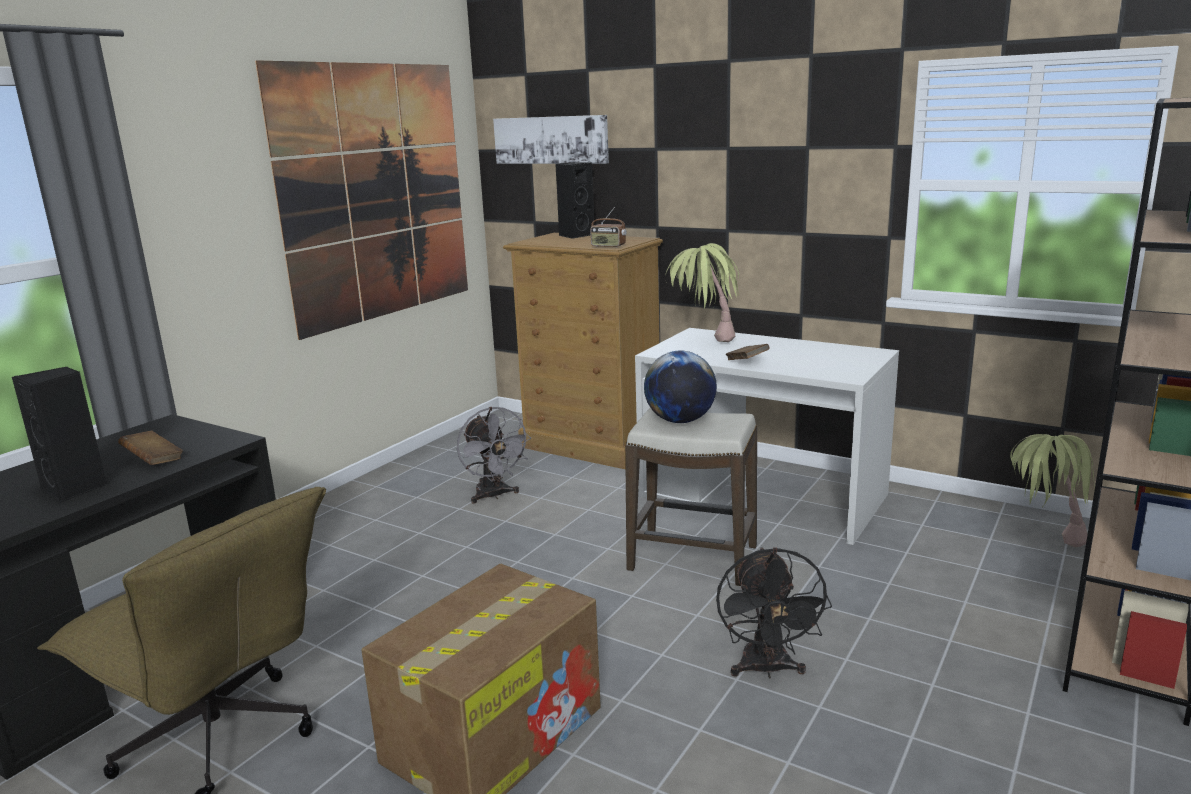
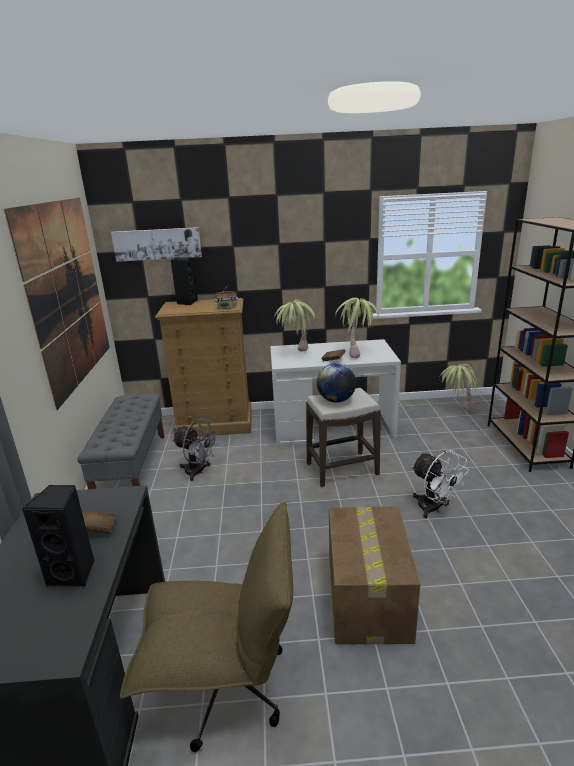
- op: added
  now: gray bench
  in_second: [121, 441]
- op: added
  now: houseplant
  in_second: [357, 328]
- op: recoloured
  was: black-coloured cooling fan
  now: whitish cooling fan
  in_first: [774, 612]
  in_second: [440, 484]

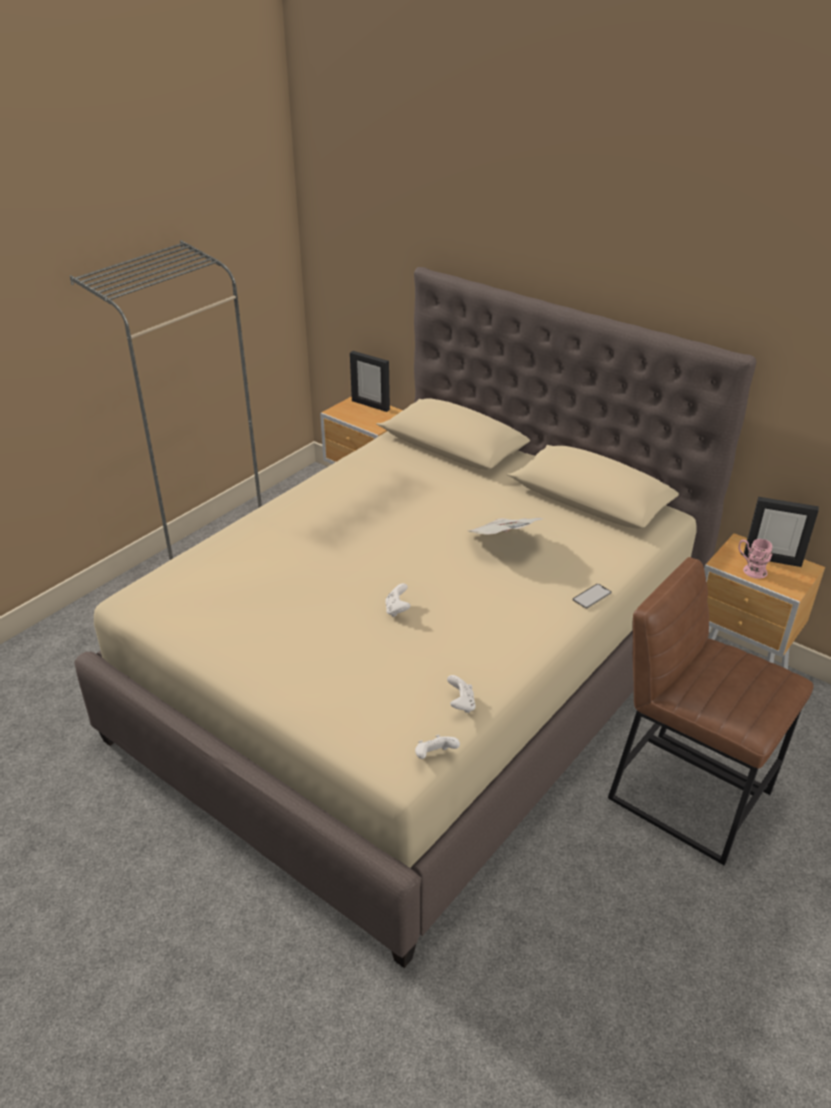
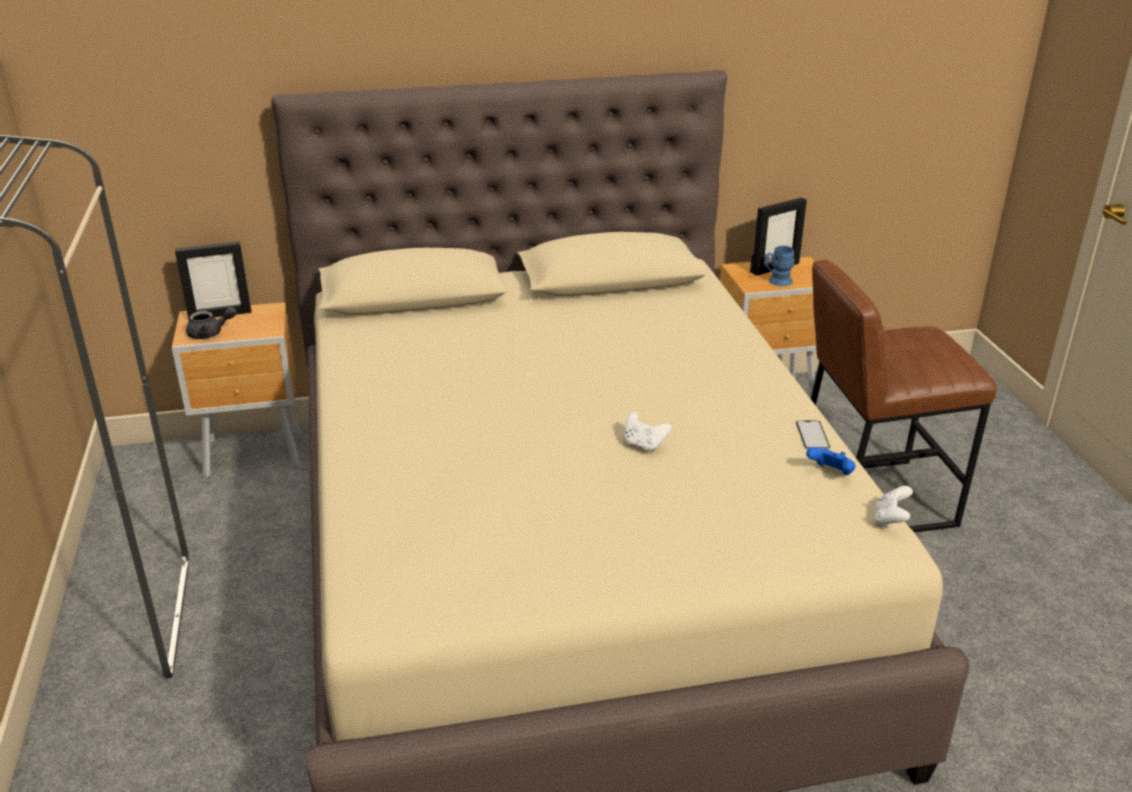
- op: removed
  was: daily paper
  in_first: [504, 526]
- op: added
  now: gray tea pot
  in_second: [211, 323]
- op: moved
  was: telephone
  in_first: [592, 596]
  in_second: [813, 435]
- op: recoloured
  was: whitish joypad
  now: blue-coloured joypad
  in_first: [461, 694]
  in_second: [831, 461]
- op: recoloured
  was: pink coffee mug
  now: blue-coloured coffee mug
  in_first: [755, 559]
  in_second: [780, 266]

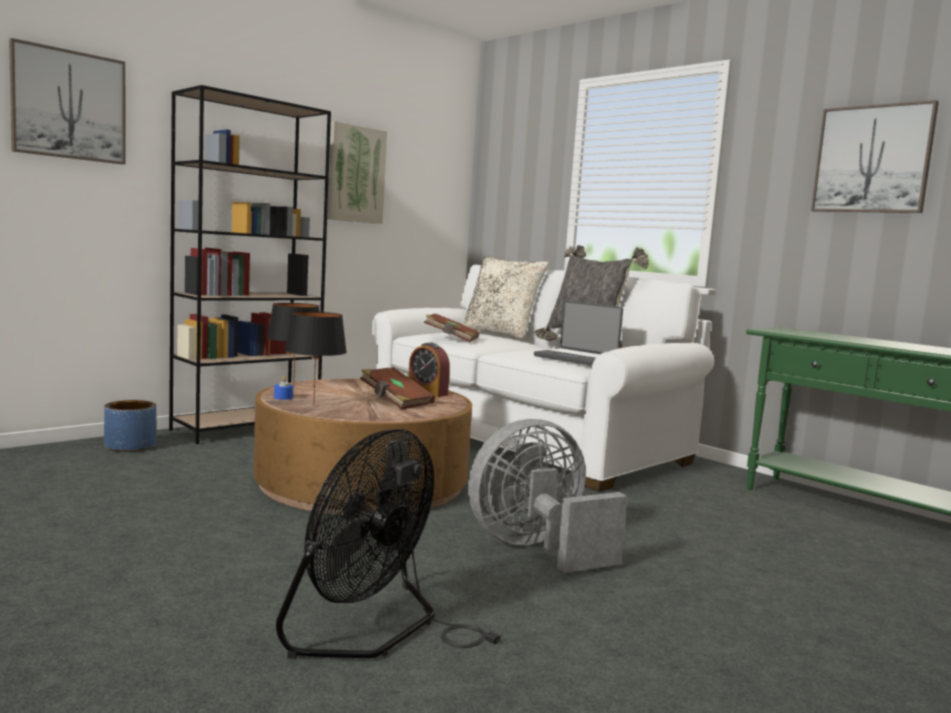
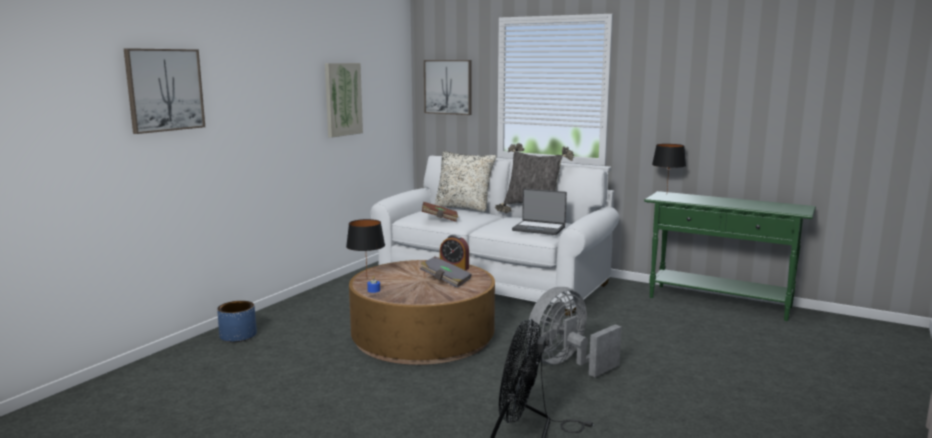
- op: removed
  was: beige-coloured shelving unit
  in_first: [250, 264]
- op: moved
  was: black-coloured table lamp
  in_first: [315, 358]
  in_second: [669, 166]
- op: moved
  was: wall picture
  in_first: [875, 156]
  in_second: [448, 87]
- op: recoloured
  was: brown bound book
  now: gray bound book
  in_first: [397, 388]
  in_second: [446, 272]

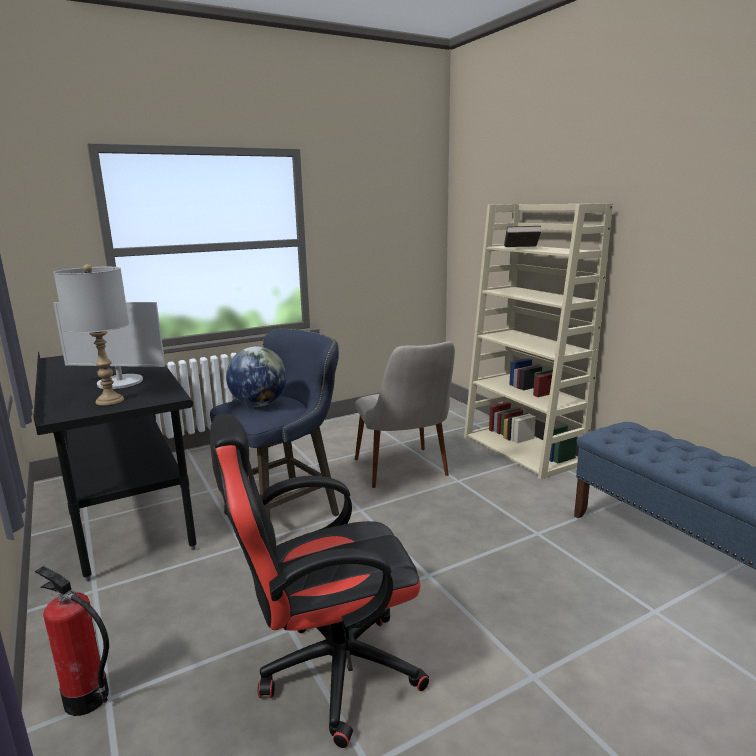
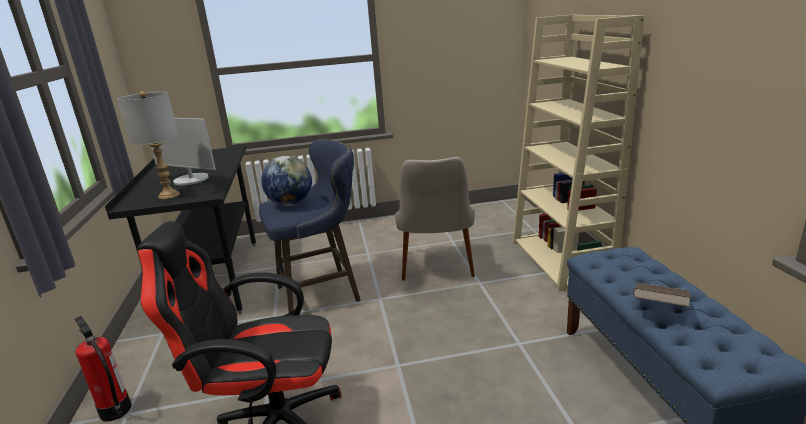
- op: moved
  was: brown bound book
  in_first: [522, 236]
  in_second: [662, 295]

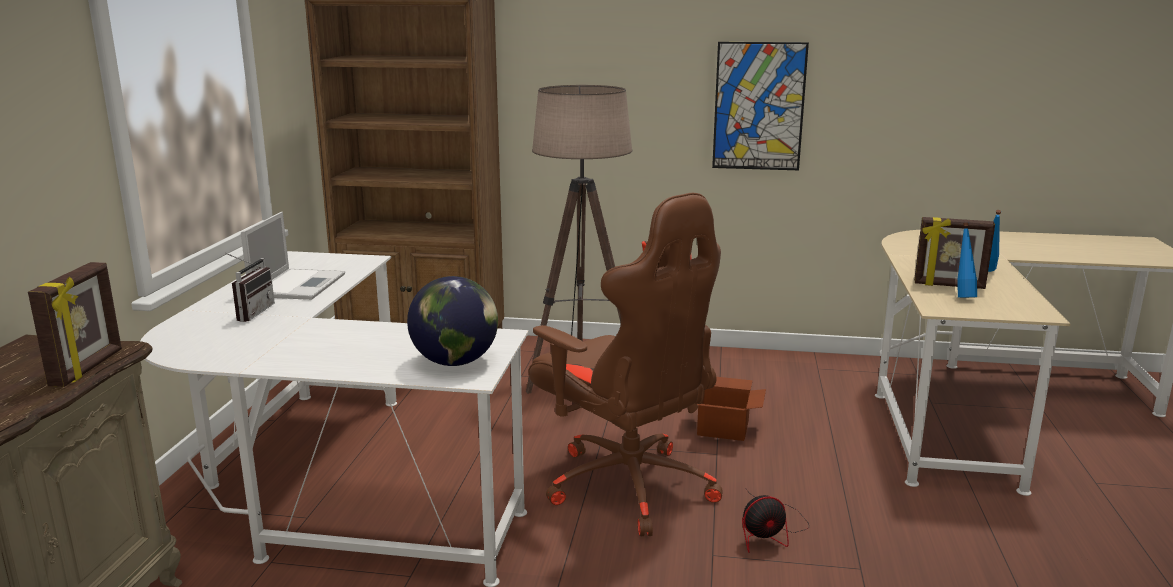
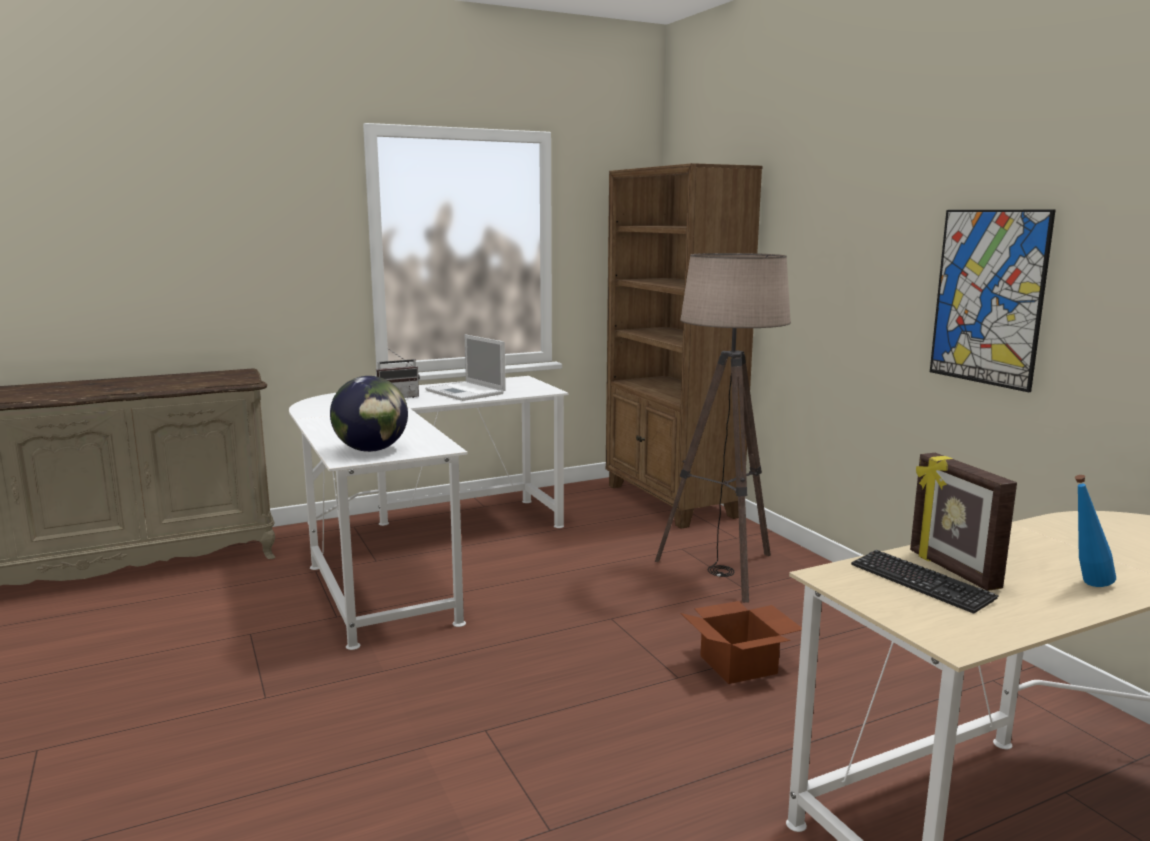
- op: removed
  was: photo frame
  in_first: [75, 324]
- op: removed
  was: brown office chair
  in_first: [625, 364]
- op: removed
  was: cooling fan
  in_first: [775, 520]
- op: replaced
  was: blue-coloured beverage bottle
  now: PC keyboard
  in_first: [967, 260]
  in_second: [925, 582]
- op: turned
  was: laptop
  in_first: [293, 256]
  in_second: [465, 367]
  clockwise: 75

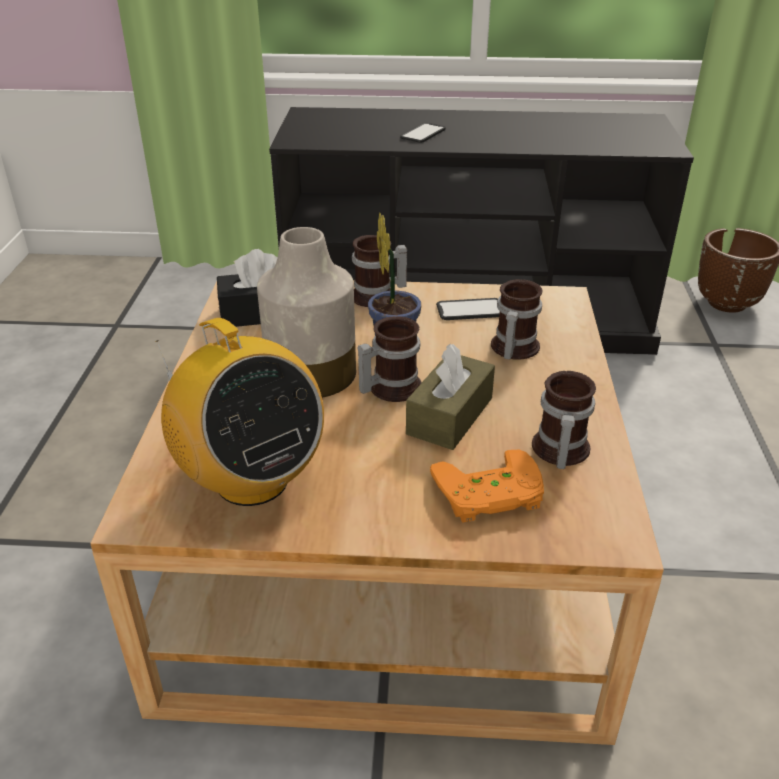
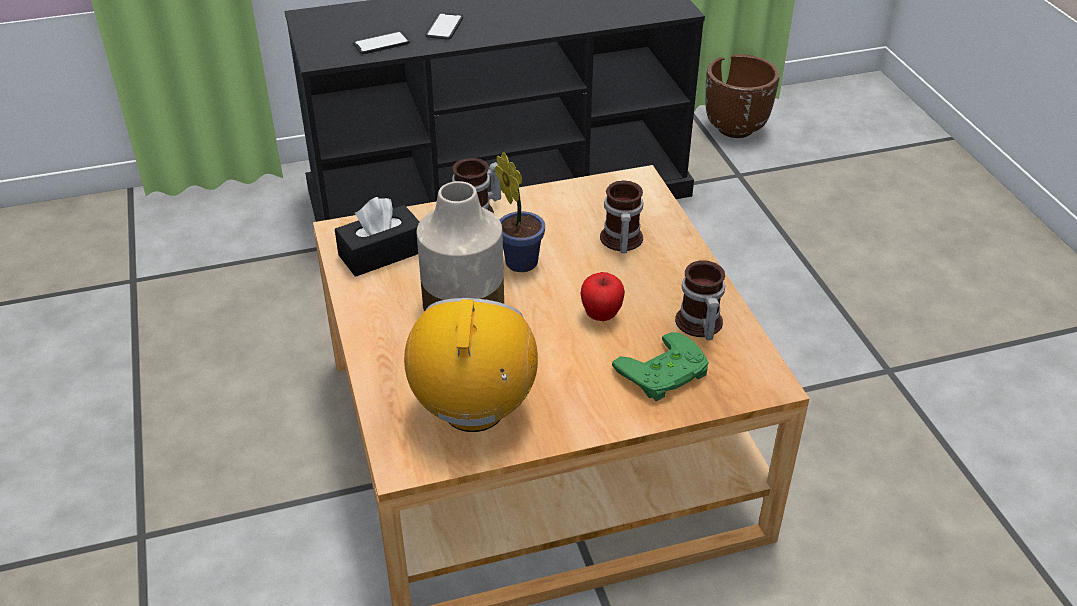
- op: removed
  was: coffee mug
  in_first: [389, 359]
- op: moved
  was: telephone
  in_first: [468, 309]
  in_second: [381, 42]
- op: replaced
  was: brown tissue holder
  now: whole apple
  in_first: [450, 397]
  in_second: [603, 296]
- op: recoloured
  was: orangey joypad
  now: green joypad
  in_first: [487, 486]
  in_second: [660, 366]
- op: turned
  was: radio set
  in_first: [239, 412]
  in_second: [471, 365]
  clockwise: -120

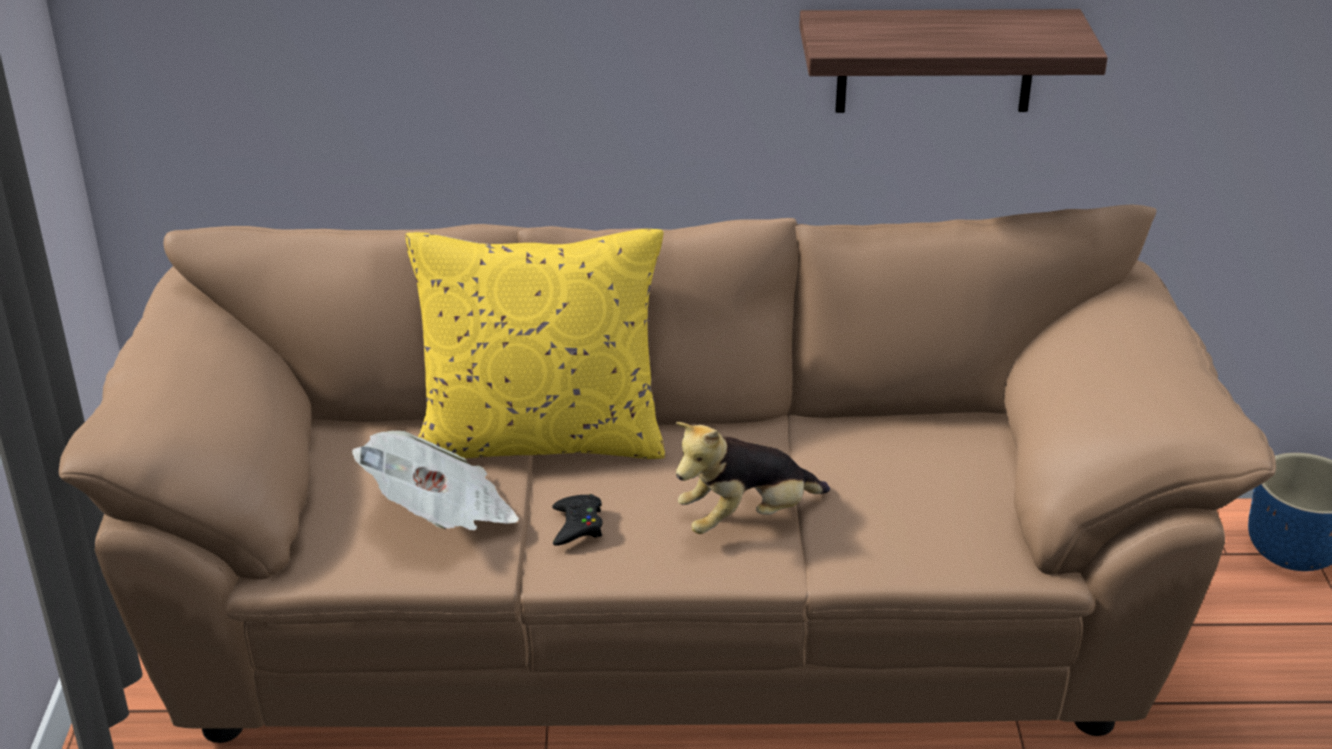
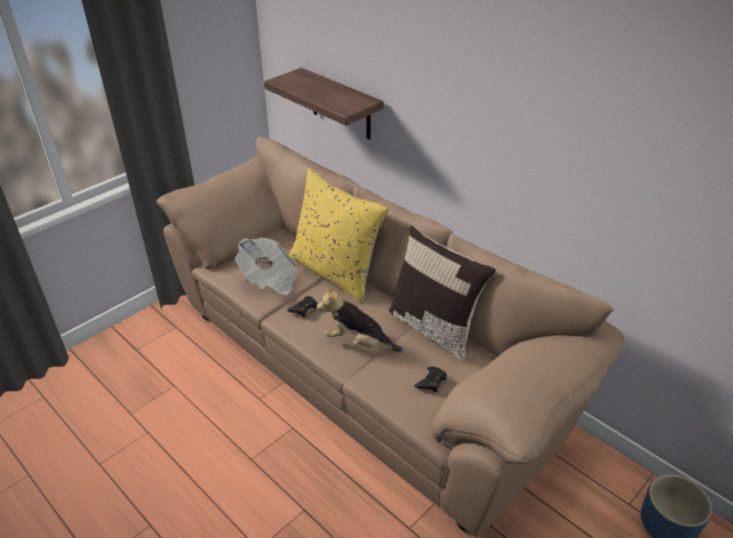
- op: added
  now: cushion
  in_second: [442, 293]
- op: added
  now: black-coloured joypad
  in_second: [430, 379]
- op: moved
  was: wall shelf
  in_first: [953, 61]
  in_second: [323, 104]

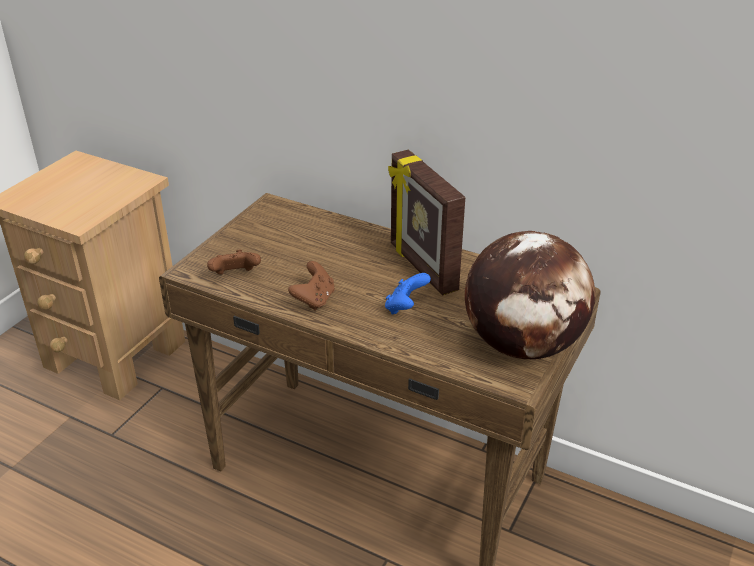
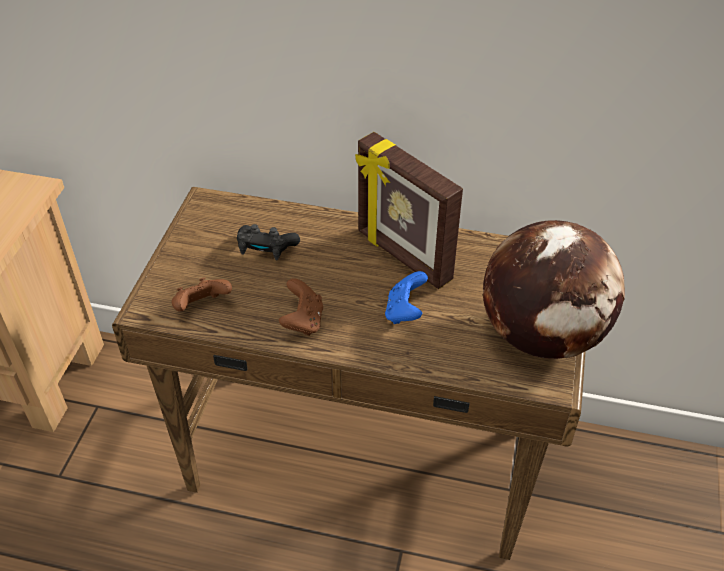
- op: added
  now: black-coloured joypad
  in_second: [268, 242]

